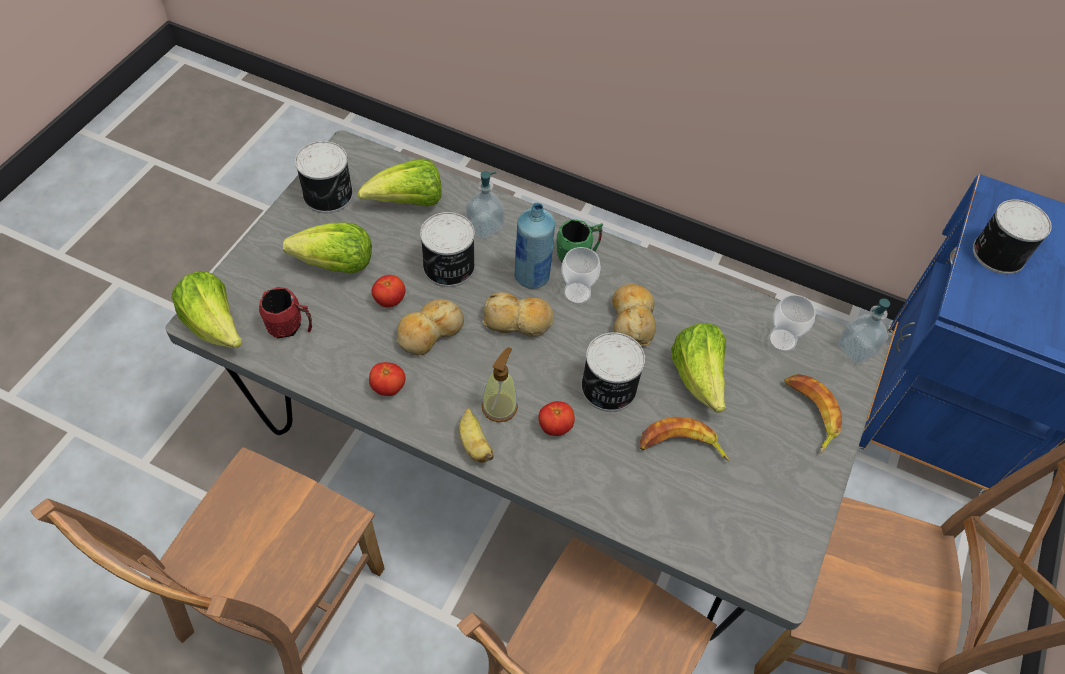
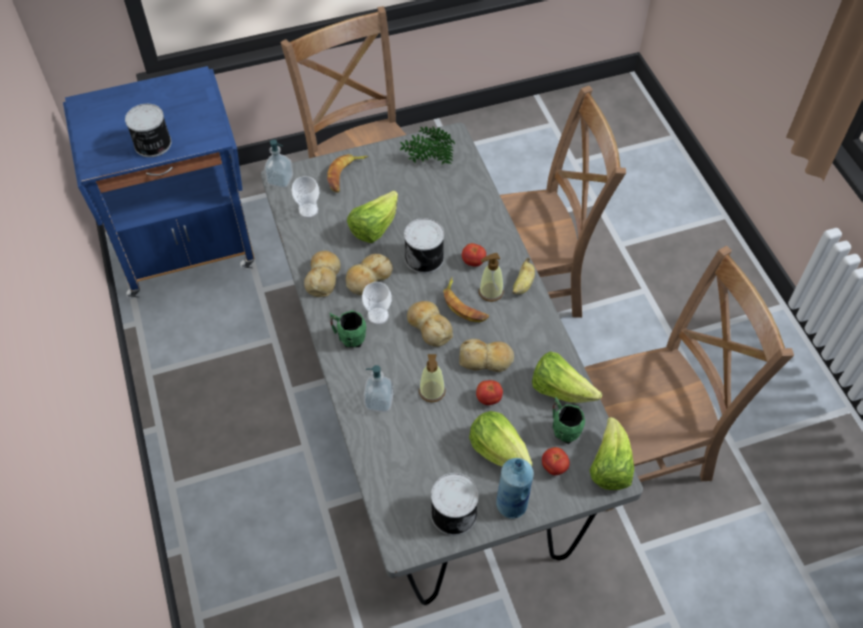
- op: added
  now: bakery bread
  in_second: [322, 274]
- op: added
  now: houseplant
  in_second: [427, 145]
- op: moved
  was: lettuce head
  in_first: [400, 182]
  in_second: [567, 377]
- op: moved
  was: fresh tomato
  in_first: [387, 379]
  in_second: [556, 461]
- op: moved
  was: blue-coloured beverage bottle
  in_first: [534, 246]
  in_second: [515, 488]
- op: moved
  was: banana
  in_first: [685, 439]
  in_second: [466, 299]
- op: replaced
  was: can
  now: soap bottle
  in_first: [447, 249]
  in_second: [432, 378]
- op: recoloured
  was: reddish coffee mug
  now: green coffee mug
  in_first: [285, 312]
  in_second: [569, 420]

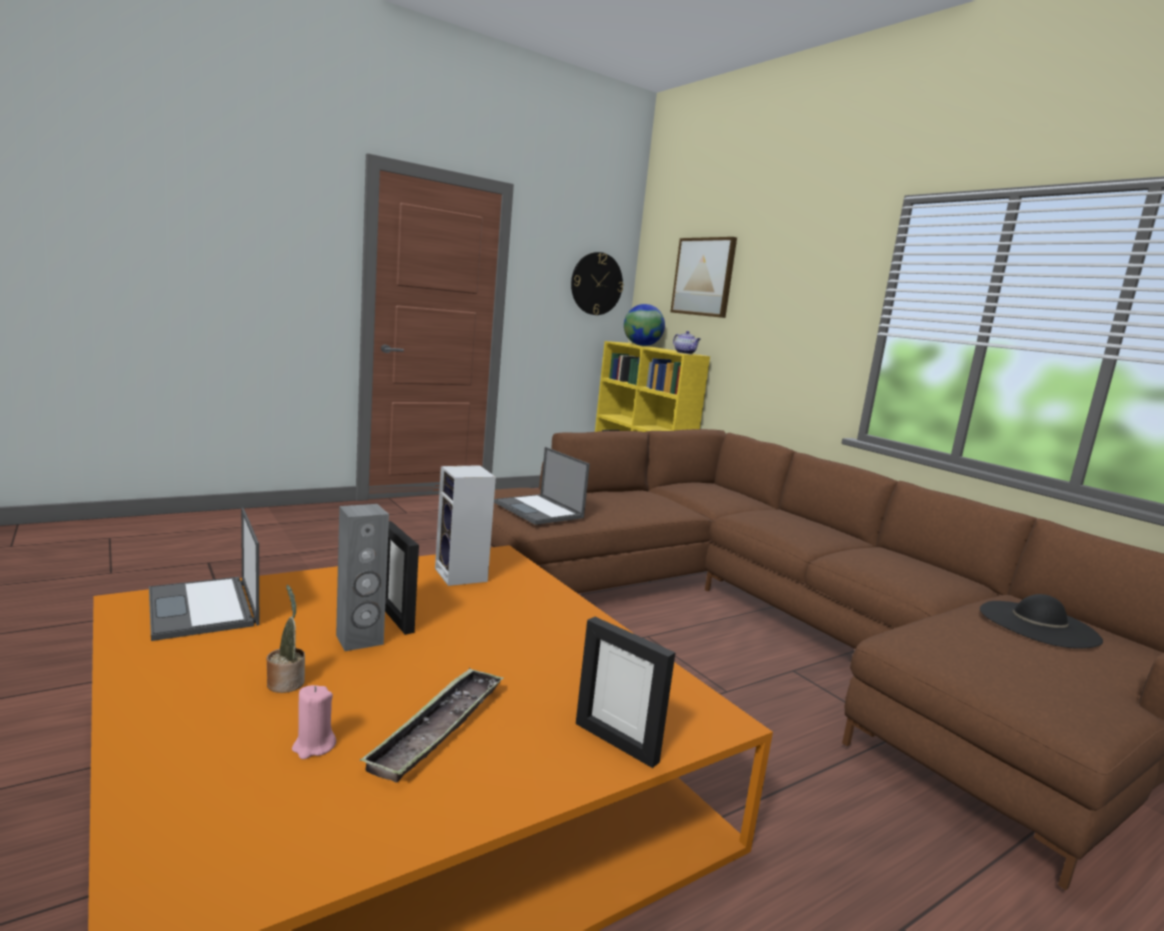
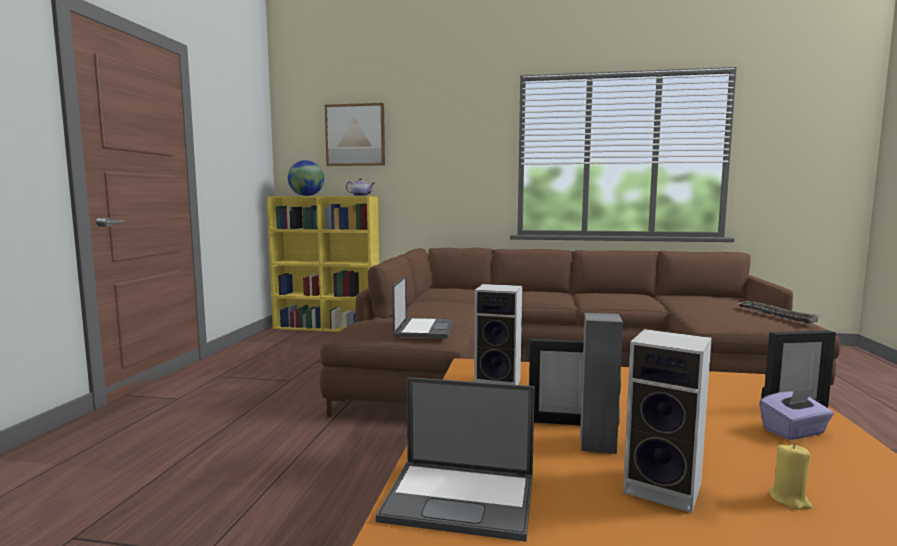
- op: removed
  was: clock on the wall
  in_first: [597, 283]
- op: removed
  was: black-coloured clothing hat
  in_first: [1041, 621]
- op: added
  now: purple-coloured tissue holder
  in_second: [796, 414]
- op: moved
  was: serving tray
  in_first: [432, 725]
  in_second: [779, 312]
- op: replaced
  was: houseplant
  now: audio speaker
  in_first: [286, 639]
  in_second: [667, 421]
- op: recoloured
  was: pink candle
  now: yellow candle
  in_first: [314, 722]
  in_second: [790, 476]
- op: turned
  was: laptop
  in_first: [542, 486]
  in_second: [423, 306]
  clockwise: -90

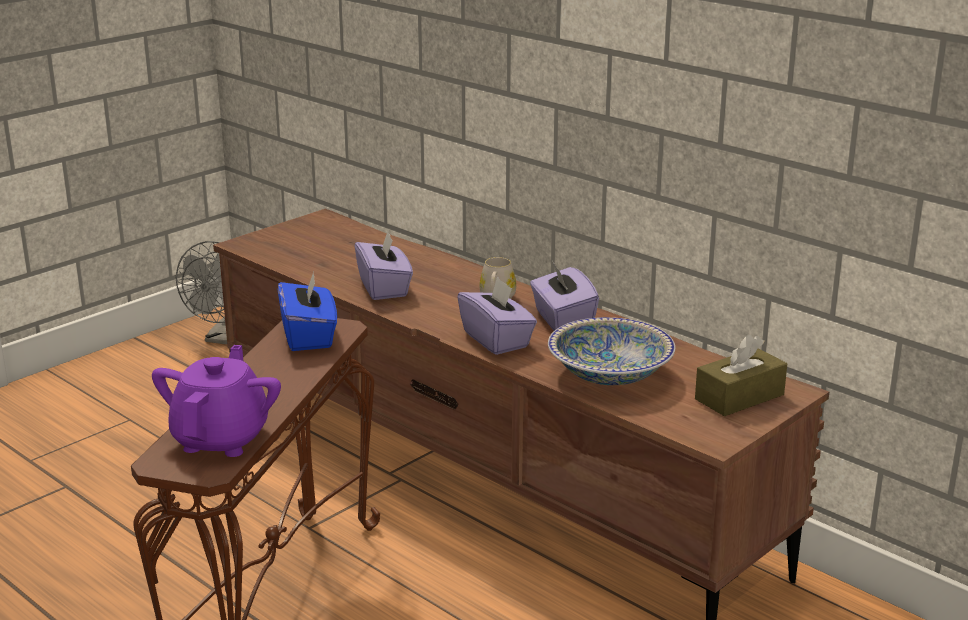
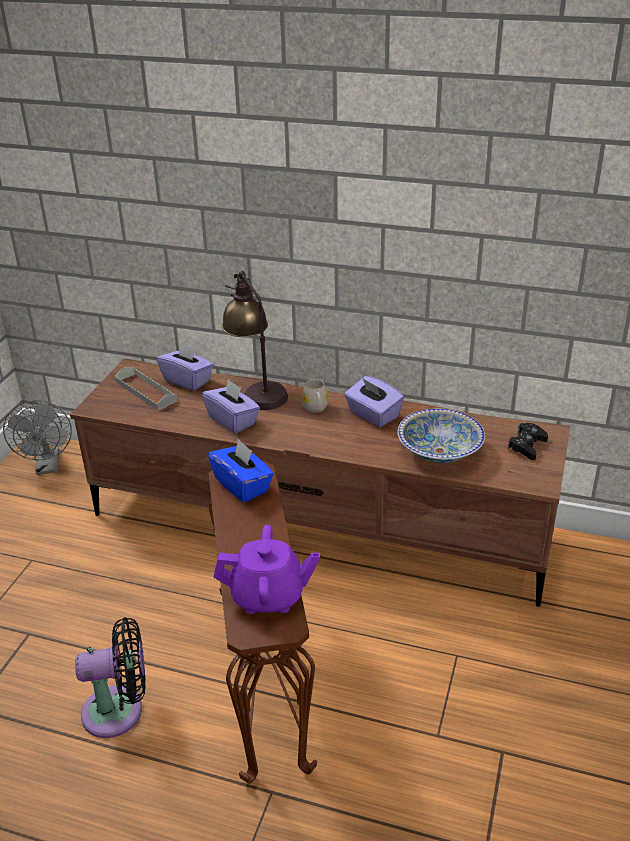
- op: added
  now: black-coloured cooling fan
  in_second: [110, 677]
- op: added
  now: gray serving tray
  in_second: [146, 389]
- op: added
  now: table lamp
  in_second: [255, 340]
- op: moved
  was: purple-coloured tissue holder
  in_first: [497, 316]
  in_second: [185, 366]
- op: replaced
  was: brown tissue holder
  now: black-coloured joypad
  in_first: [741, 375]
  in_second: [528, 441]
- op: turned
  was: purple-coloured tea pot
  in_first: [216, 401]
  in_second: [266, 569]
  clockwise: 105

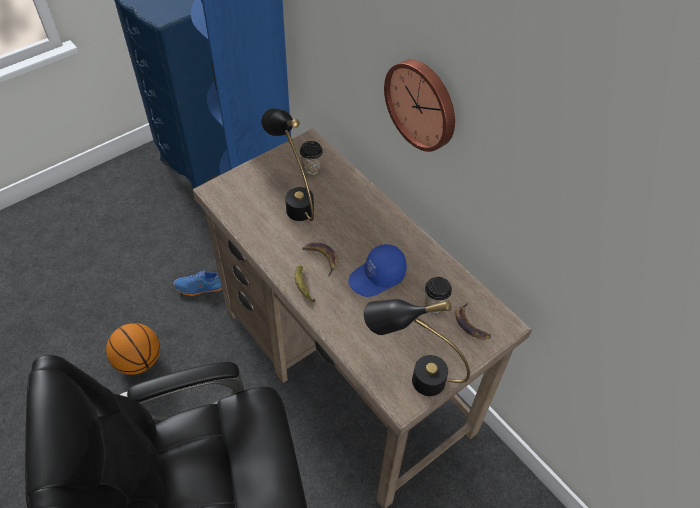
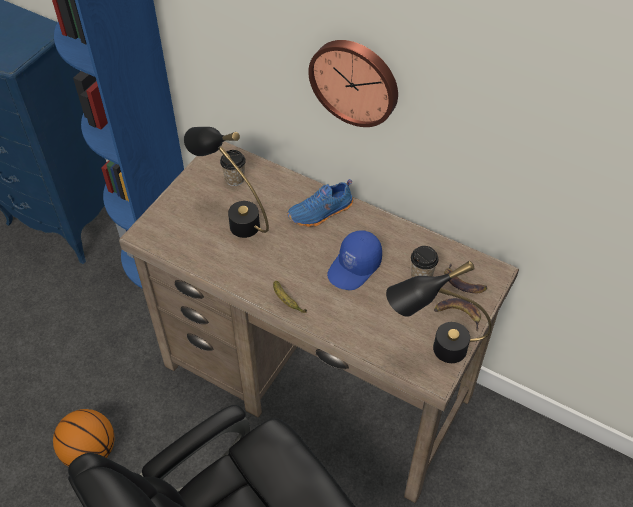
- op: moved
  was: blue-coloured item of footwear
  in_first: [198, 283]
  in_second: [320, 203]
- op: moved
  was: banana
  in_first: [320, 260]
  in_second: [457, 315]

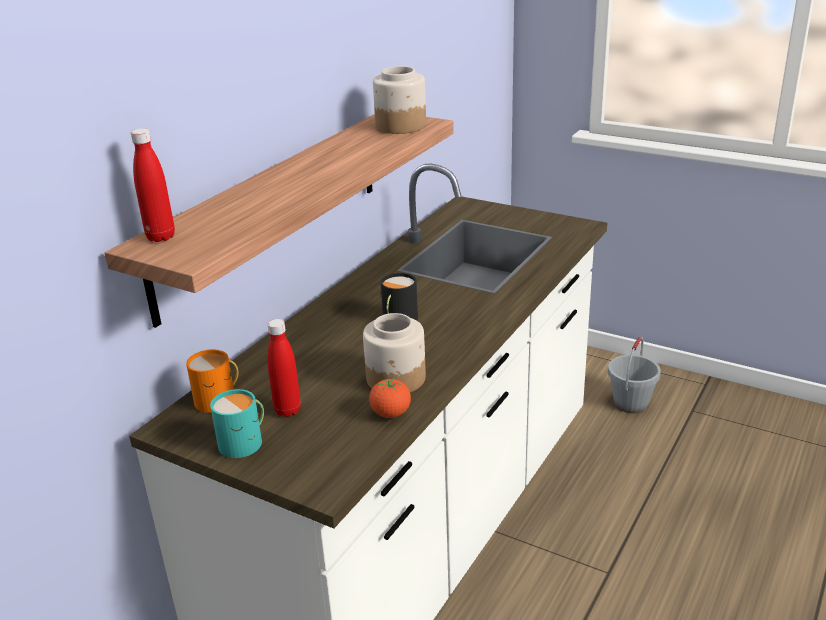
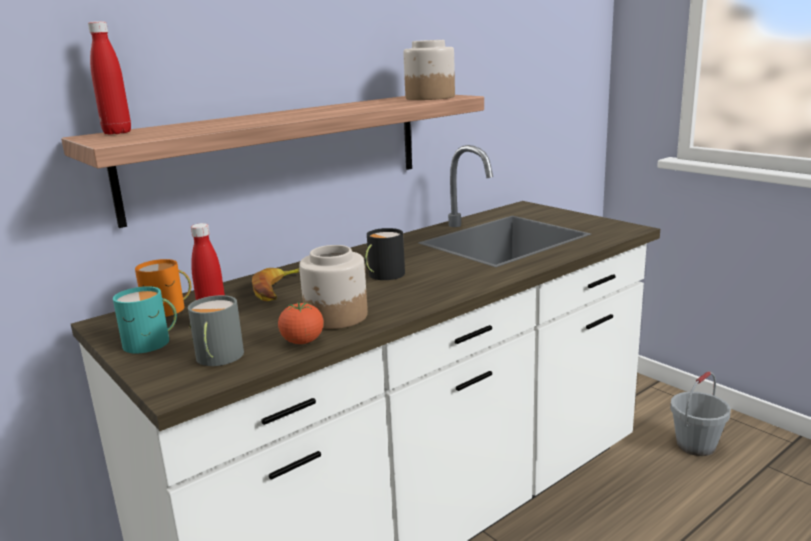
- op: added
  now: gray coffee mug
  in_second: [216, 330]
- op: added
  now: banana
  in_second: [276, 284]

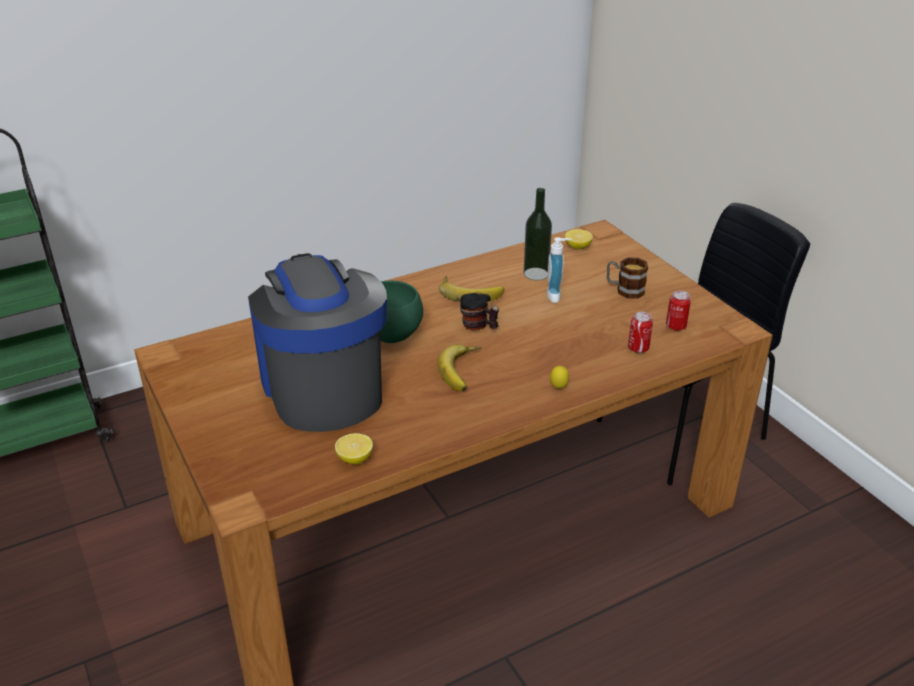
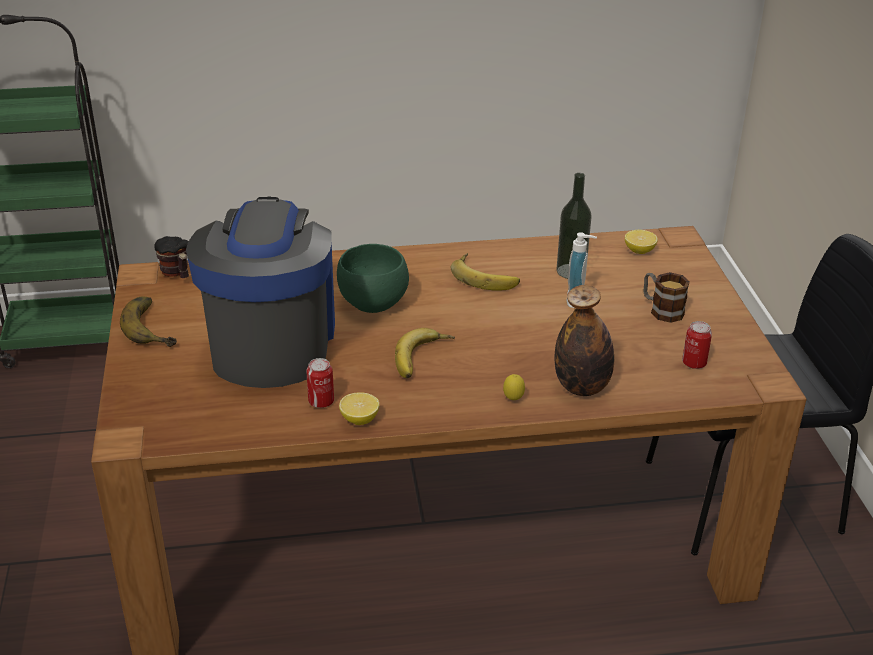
- op: added
  now: banana
  in_second: [148, 321]
- op: added
  now: beverage bottle
  in_second: [584, 340]
- op: moved
  was: citrus fruit
  in_first: [354, 449]
  in_second: [359, 408]
- op: moved
  was: coffee mug
  in_first: [480, 311]
  in_second: [171, 257]
- op: moved
  was: can
  in_first: [640, 332]
  in_second: [320, 383]

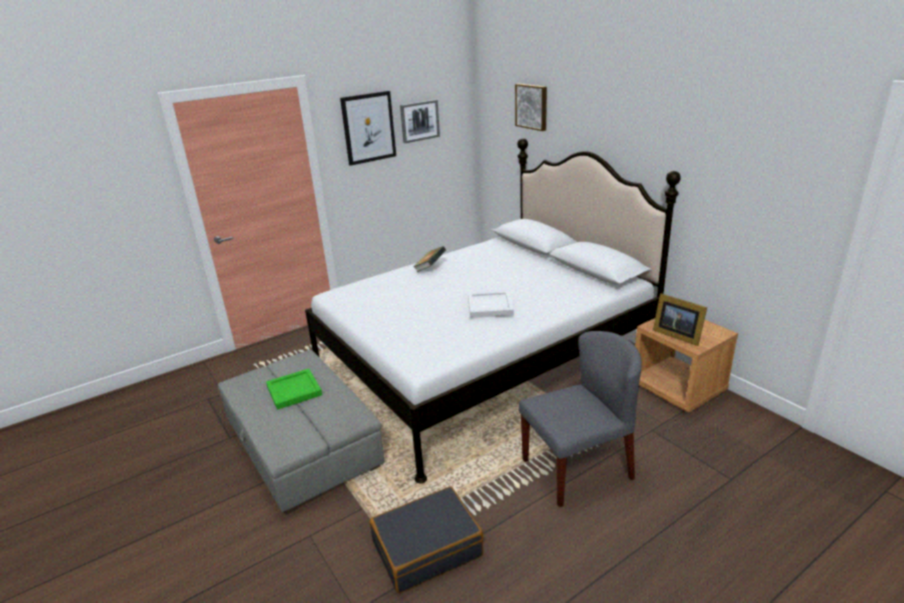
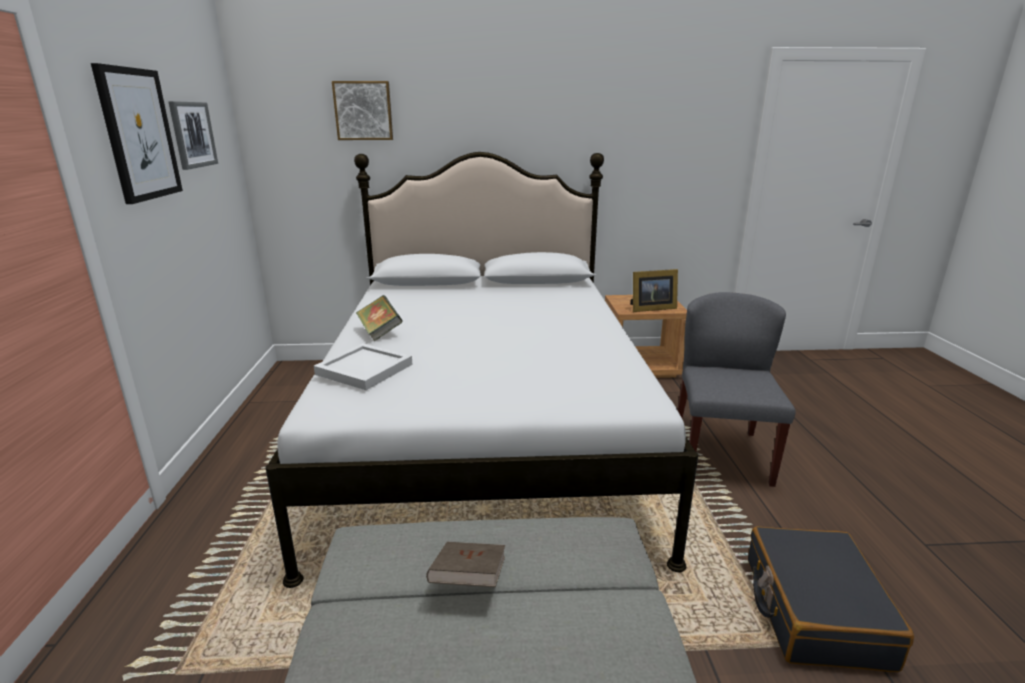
- op: moved
  was: whitish serving tray
  in_first: [491, 304]
  in_second: [363, 366]
- op: replaced
  was: green serving tray
  now: brown bound book
  in_first: [294, 389]
  in_second: [465, 564]

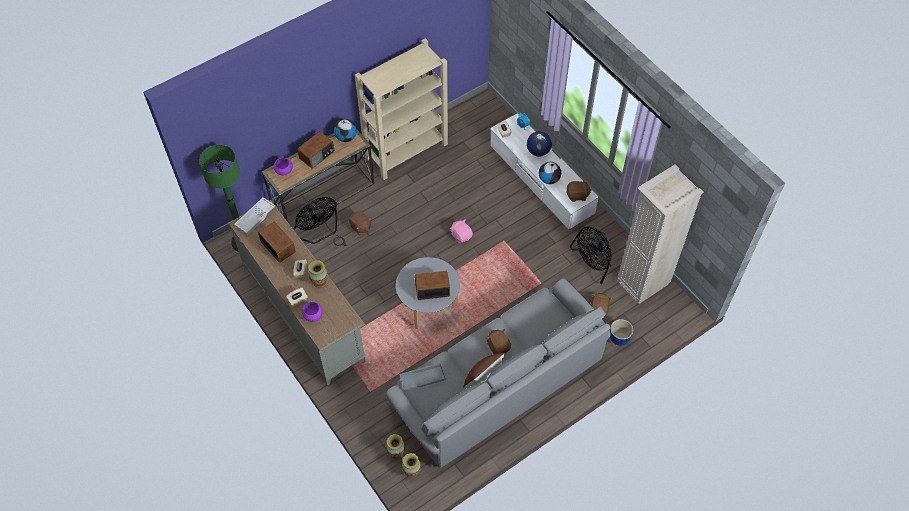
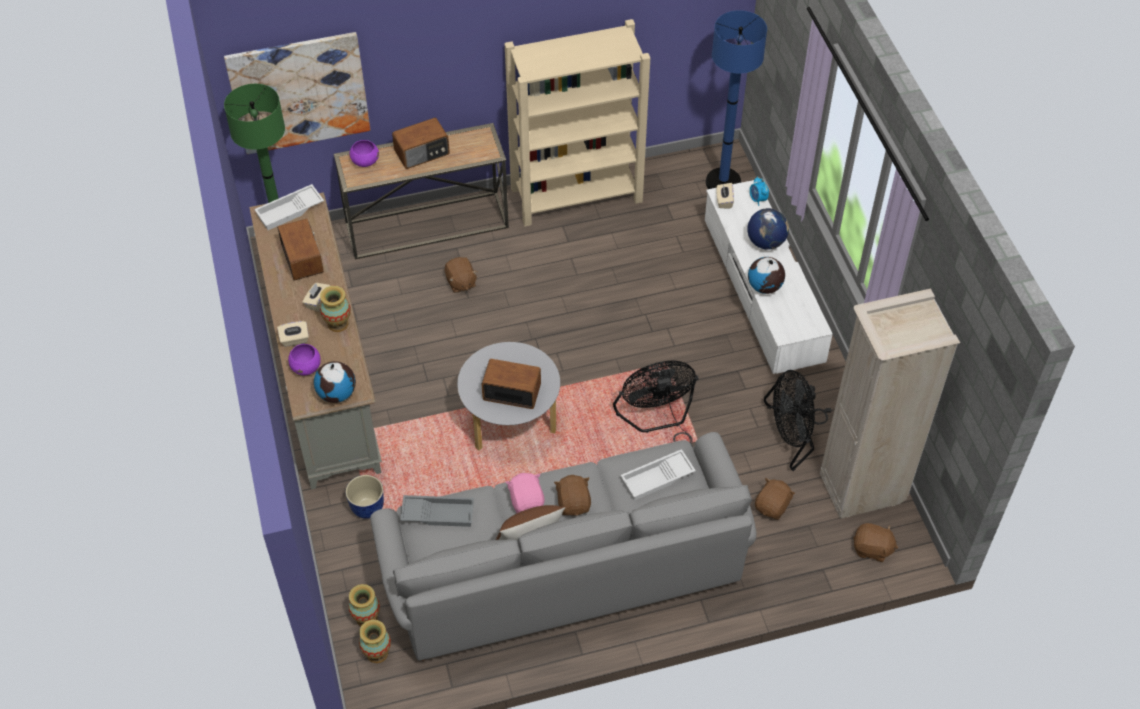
- op: added
  now: wall picture
  in_second: [297, 93]
- op: added
  now: whitish serving tray
  in_second: [658, 475]
- op: added
  now: blue-coloured standing lamp
  in_second: [736, 99]
- op: moved
  was: black-coloured cooling fan
  in_first: [319, 221]
  in_second: [656, 404]
- op: moved
  was: desk globe
  in_first: [345, 130]
  in_second: [335, 382]
- op: moved
  was: pink cuddly toy
  in_first: [461, 231]
  in_second: [525, 493]
- op: moved
  was: brown cuddly toy
  in_first: [579, 191]
  in_second: [875, 542]
- op: moved
  was: plant pot
  in_first: [622, 332]
  in_second: [365, 497]

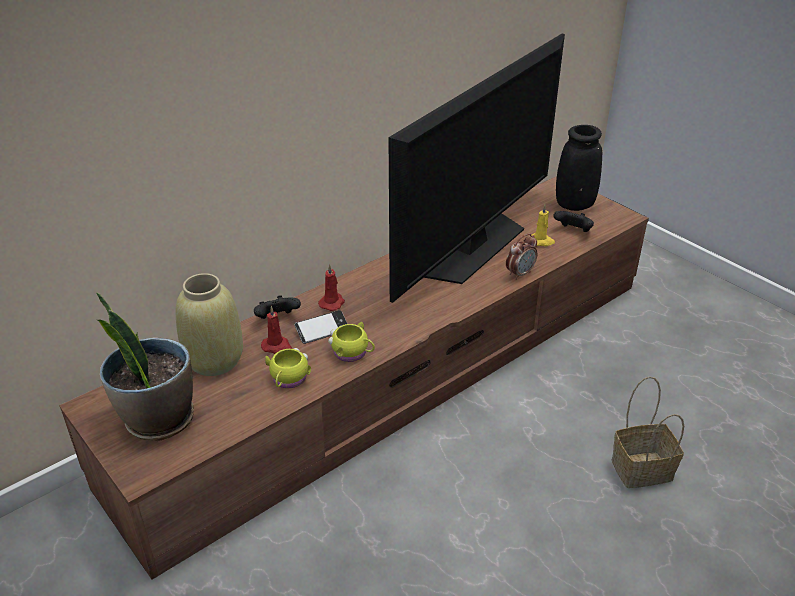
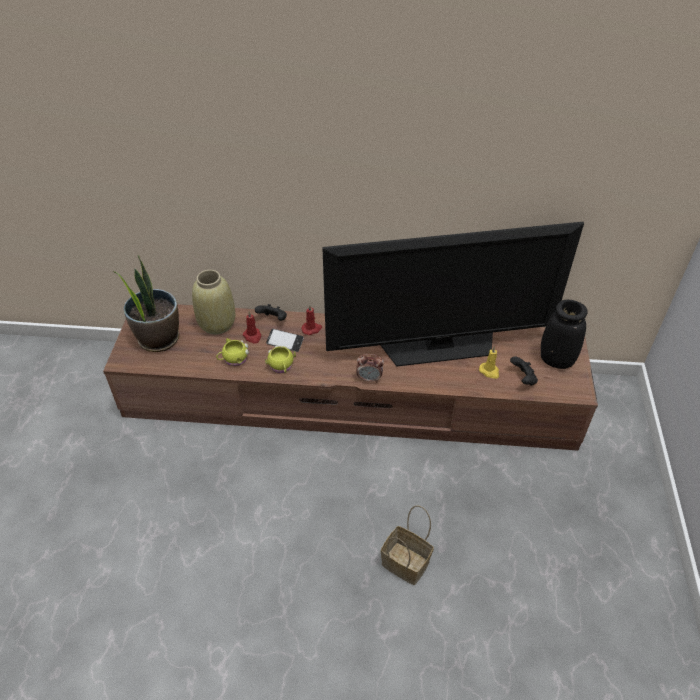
- op: moved
  was: table clock
  in_first: [521, 256]
  in_second: [370, 368]

